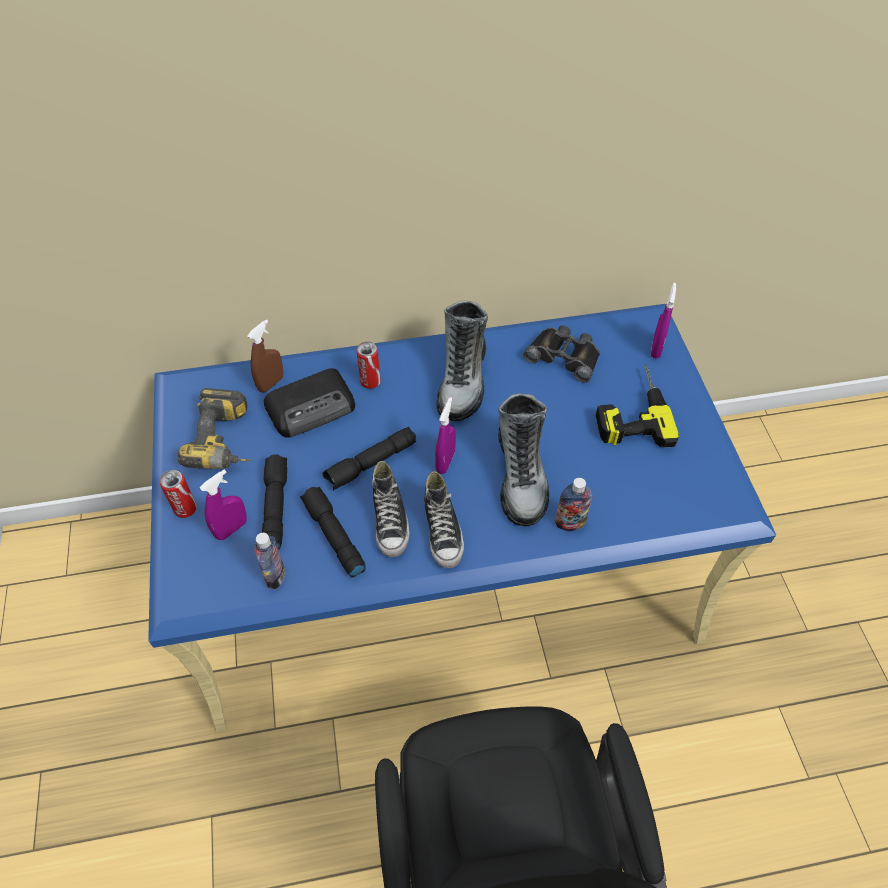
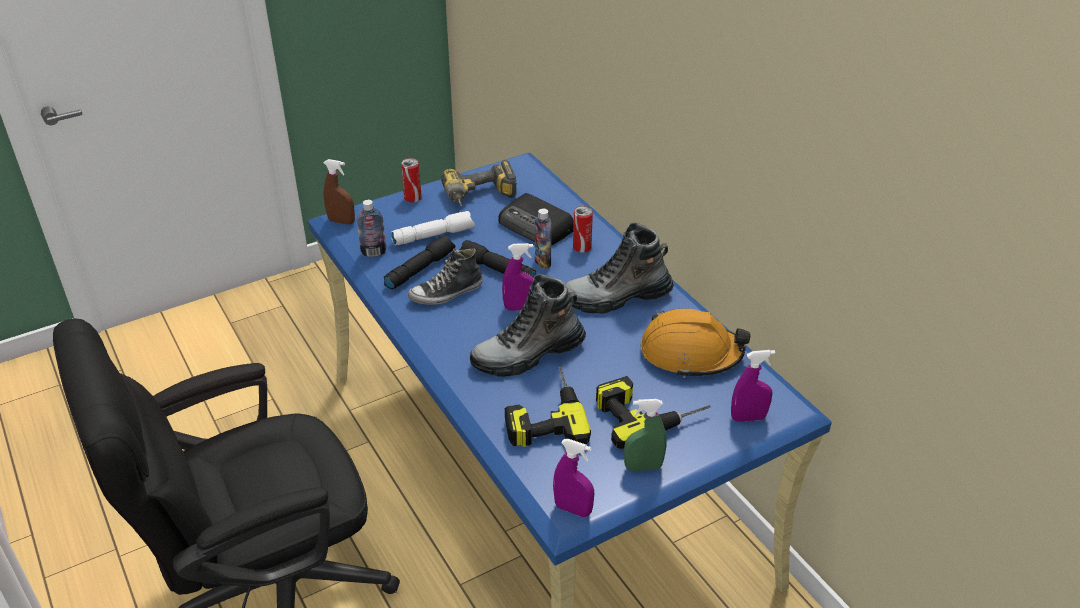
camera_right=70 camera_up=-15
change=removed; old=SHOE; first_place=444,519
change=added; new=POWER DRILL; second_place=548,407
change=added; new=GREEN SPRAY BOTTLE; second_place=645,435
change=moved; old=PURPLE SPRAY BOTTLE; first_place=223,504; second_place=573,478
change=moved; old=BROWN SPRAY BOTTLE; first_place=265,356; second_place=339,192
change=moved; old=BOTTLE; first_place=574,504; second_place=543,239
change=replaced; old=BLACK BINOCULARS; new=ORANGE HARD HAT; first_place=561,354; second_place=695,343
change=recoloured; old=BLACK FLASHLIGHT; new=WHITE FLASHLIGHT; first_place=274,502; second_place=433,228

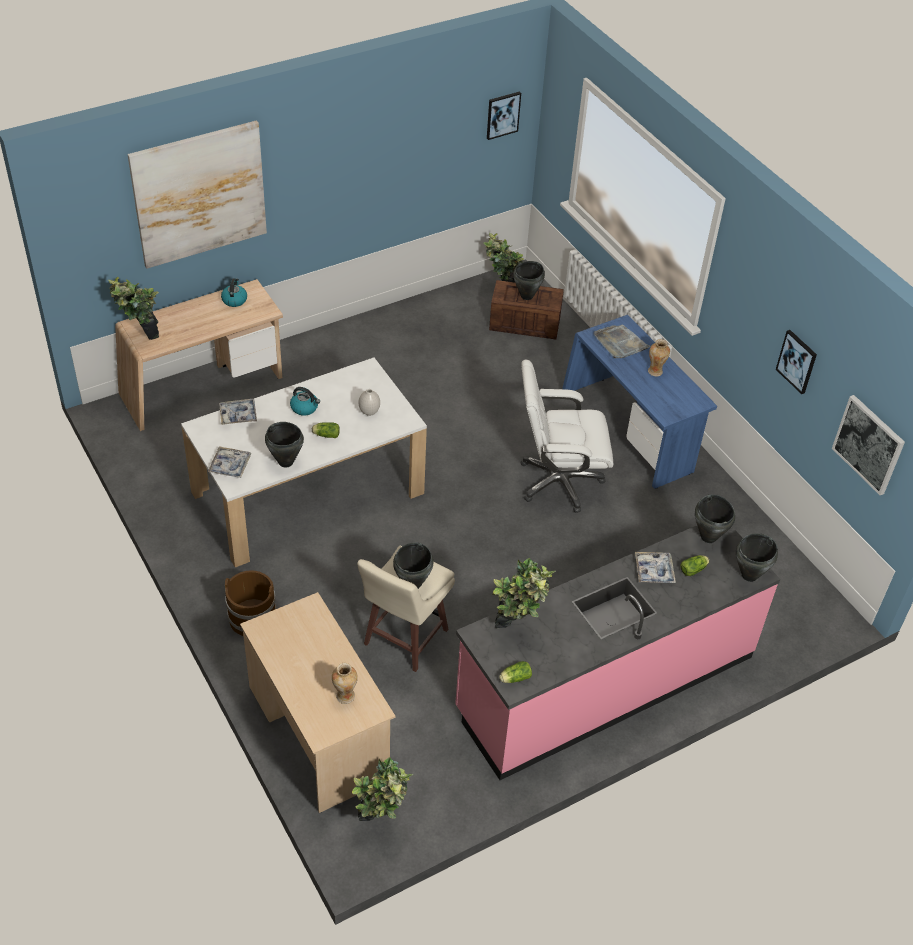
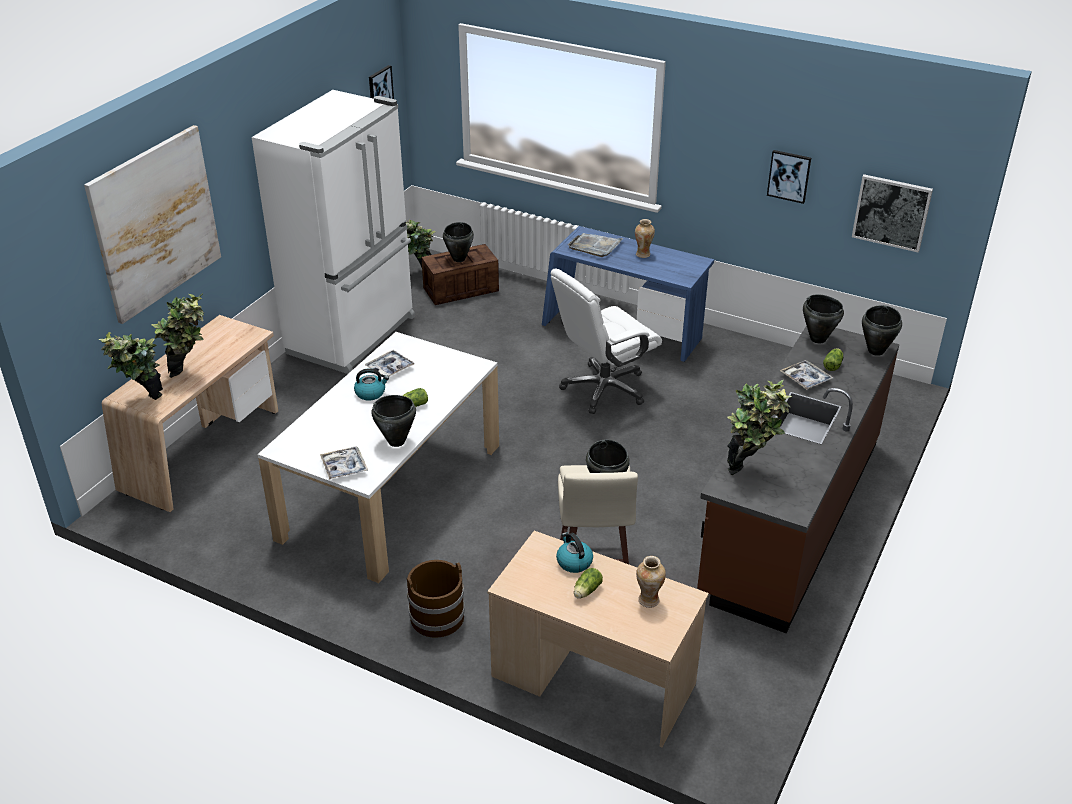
camera_right=-30 camera_up=-10
change=removed; old=WHITE VASE; first_place=369,402
change=added; new=WHITE FRIDGE; second_place=333,232
change=moved; old=TRAY; first_place=238,412; second_place=389,363
change=moved; old=KETTLE; first_place=234,292; second_place=574,552
change=moved; old=POTTED PLANT; first_place=382,789; second_place=177,335
change=moved; old=LETTUCE; first_place=515,672; second_place=588,583
change=recoloured; old=PINK COUNTER; new=BROWN COUNTER; first_place=617,652; second_place=798,479

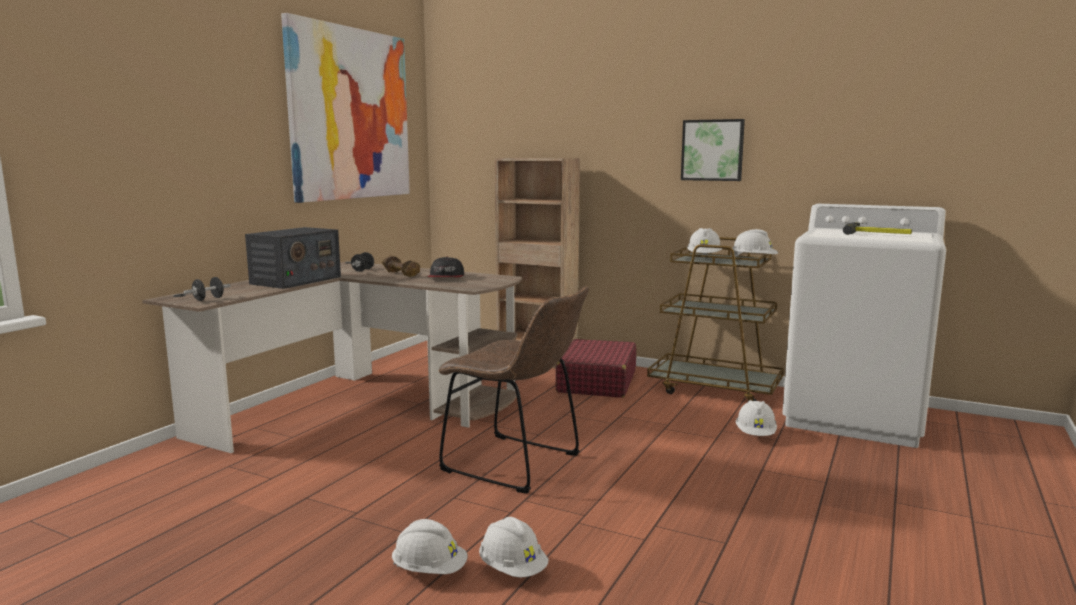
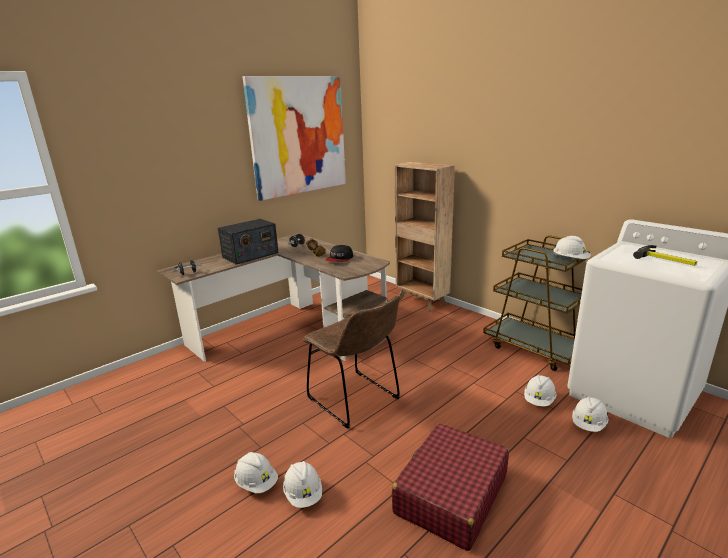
camera_right=20 camera_up=10
change=removed; old=PICTURE; first_place=713,150
change=moved; old=RED SUITCASE; first_place=595,368; second_place=450,487
change=moved; old=WHITE HARD HAT; first_place=704,241; second_place=590,414

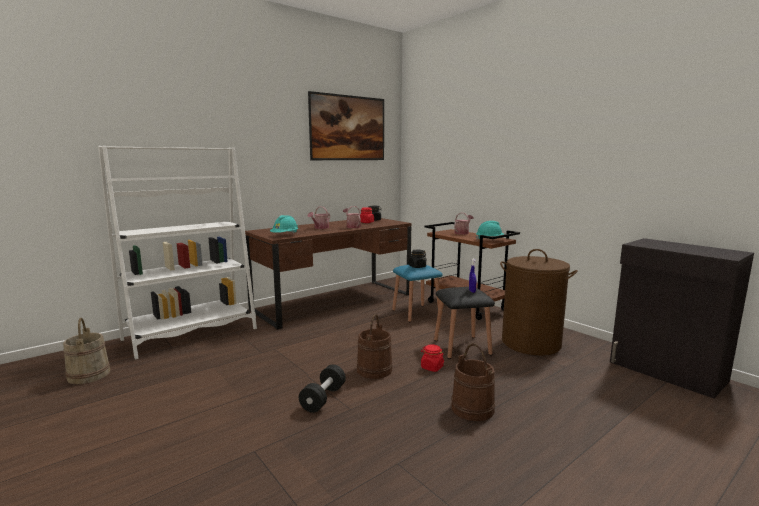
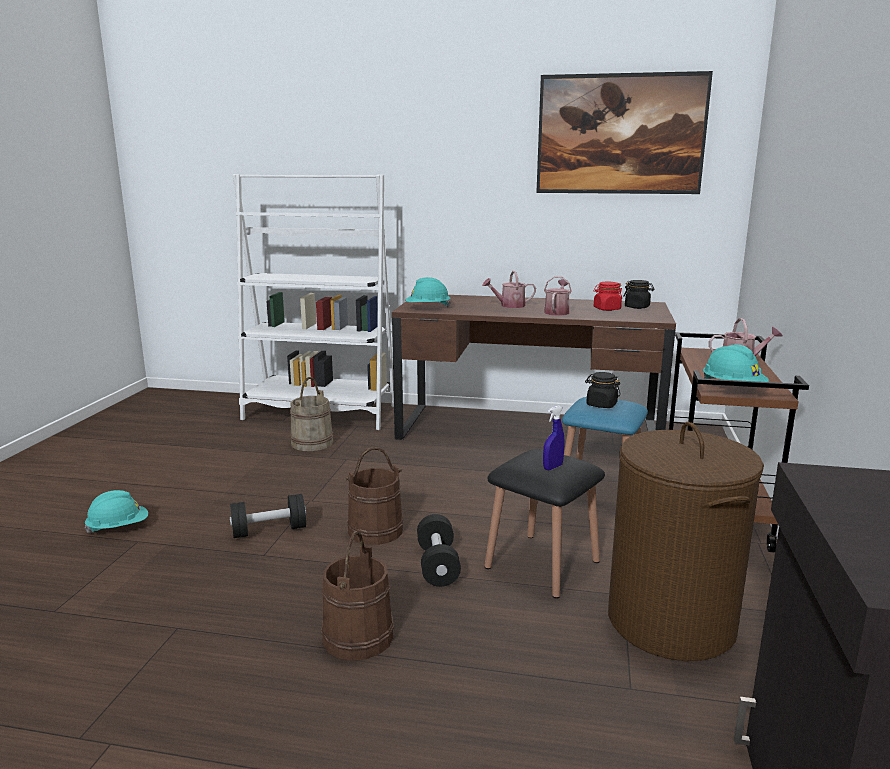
camera_right=50 camera_up=5
change=added; new=TURQUOISE HARD HAT; second_place=116,511
change=moved; old=BEIGE BUCKET; first_place=86,351; second_place=312,414
change=replaced; old=RED JAR; new=BLACK DUMBBELL; first_place=432,358; second_place=439,550

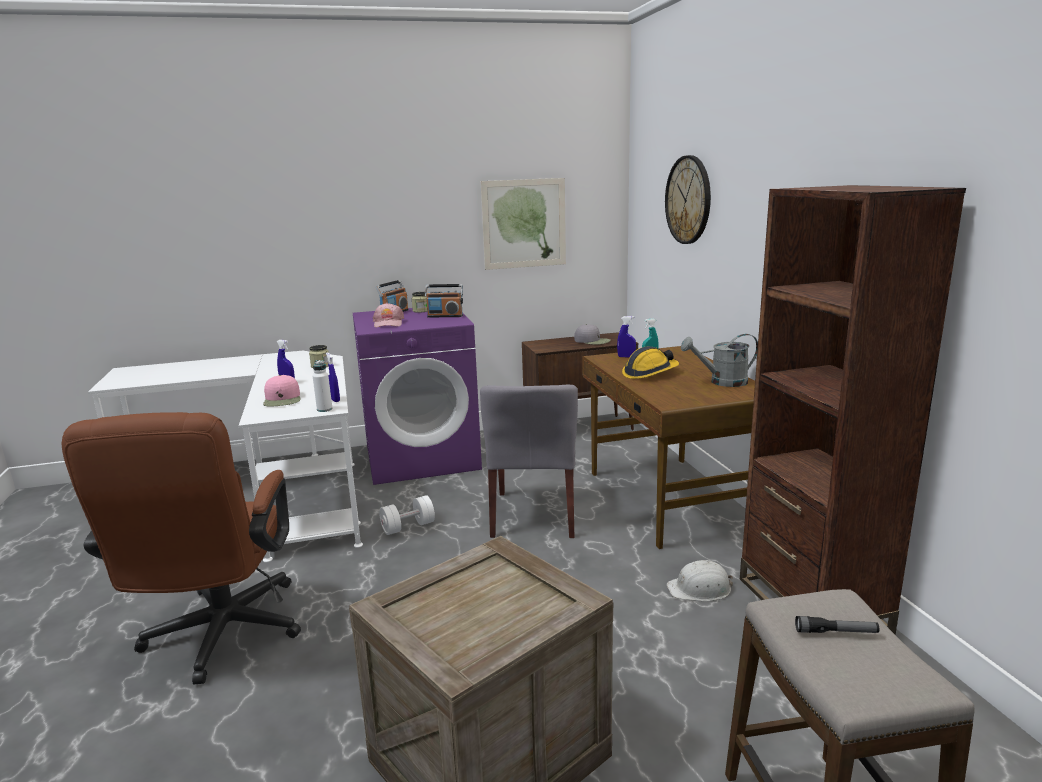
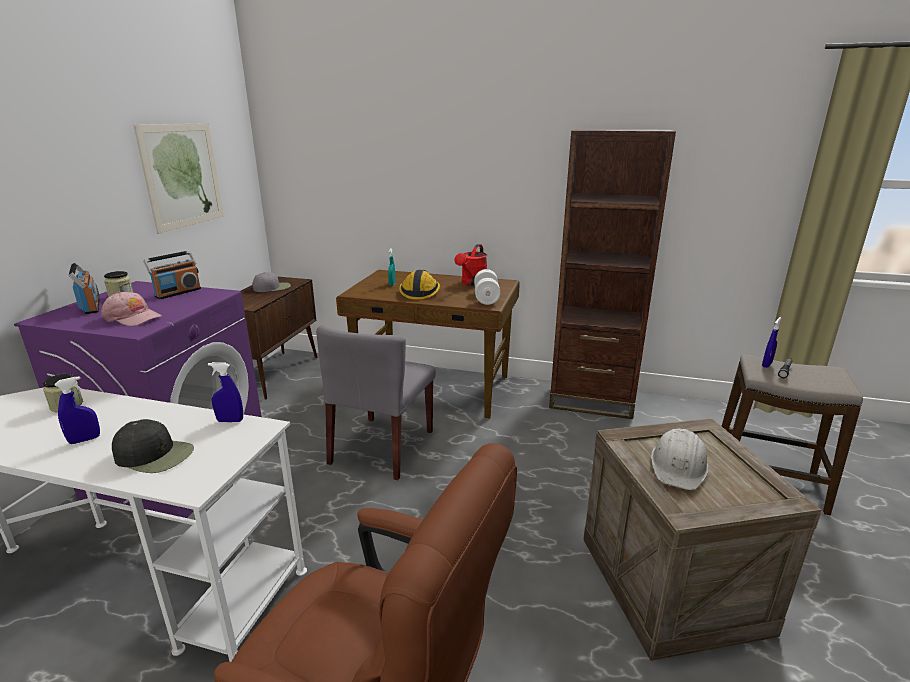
camera_right=-60 camera_up=5
change=removed; old=WHITE BOTTLE; first_place=323,386
change=removed; old=WALL CLOCK; first_place=688,199
change=moved; old=WHITE DUMBBELL; first_place=407,515; second_place=487,287
change=moved; old=BLUE SPRAY BOTTLE; first_place=626,336; second_place=771,342
change=moved; old=WHITE HARD HAT; first_place=700,580; second_place=680,459
change=recoloured; old=PINK CAP; new=BLACK CAP; first_place=281,391; second_place=153,446
change=recoloured; old=GREY WATERING CAN; new=RED WATERING CAN; first_place=719,360; second_place=470,265
change=turned; old=GREY CHAIR; first_place=529,461; second_place=376,402; degrees=75

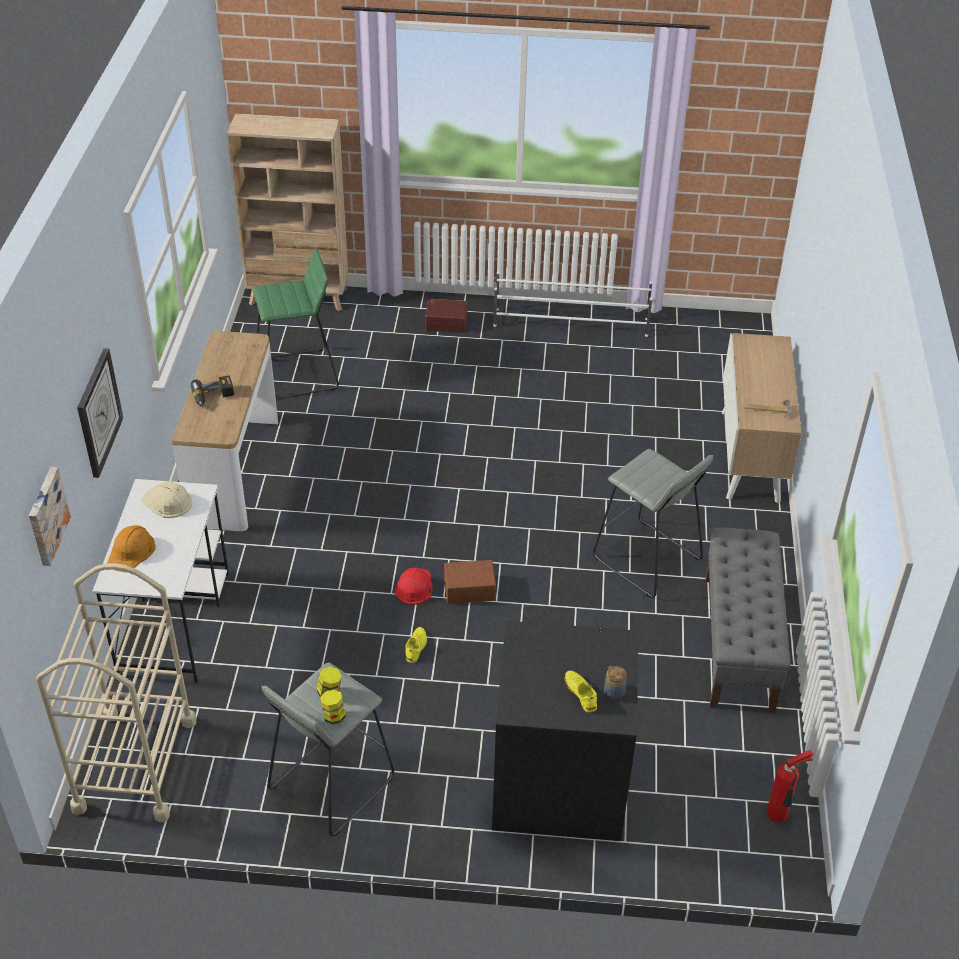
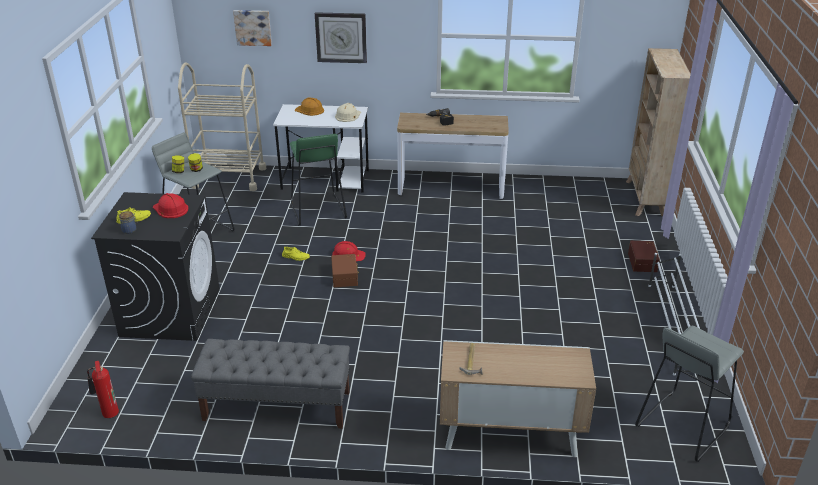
camera_right=90 camera_up=-10
change=added; new=RED HARD HAT; second_place=171,205
change=moved; old=GREEN STOOL; first_place=295,323; second_place=318,179
change=moved; old=GREY STOOL; first_place=653,523; second_place=689,394

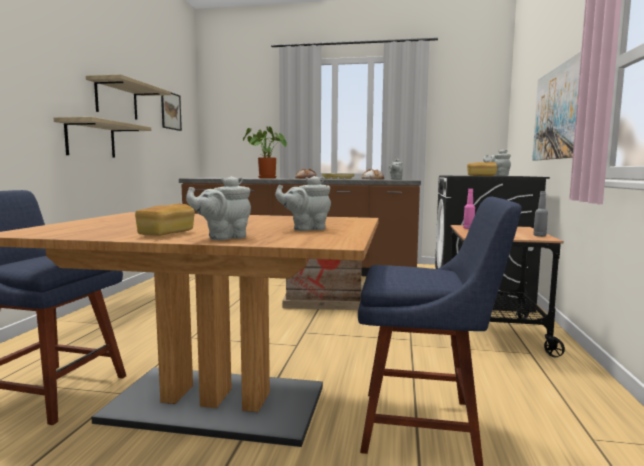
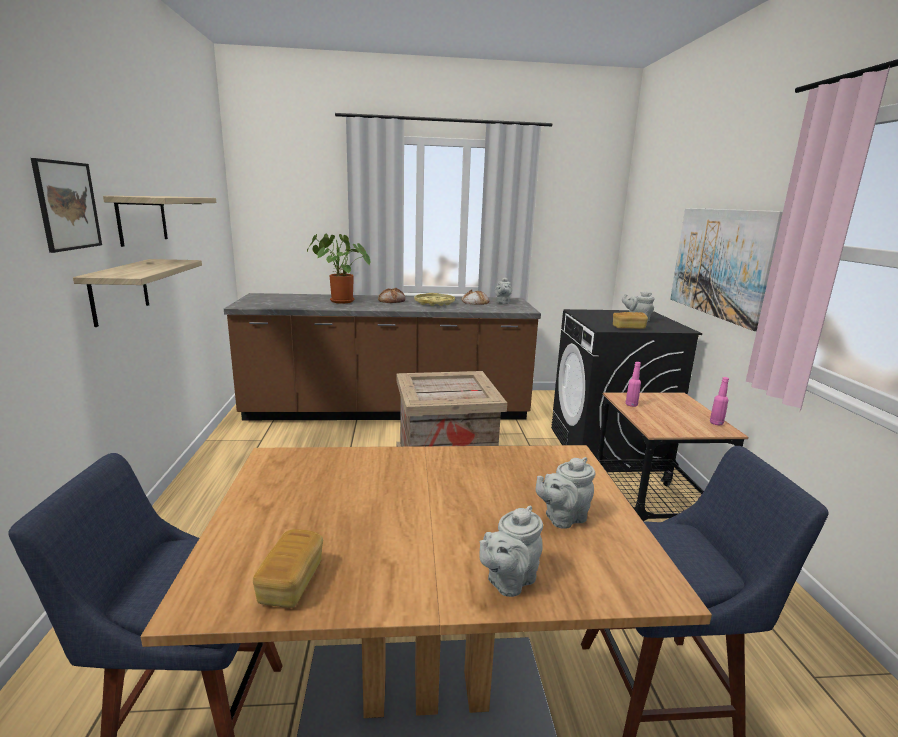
camera_right=-15 camera_up=10
change=moved; old=BREAD; first_place=165,220; second_place=288,568
change=moved; old=PICTURE; first_place=171,112; second_place=66,205
change=recoloured; old=GREY BOTTLE; new=PINK BOTTLE; first_place=540,214; second_place=719,401

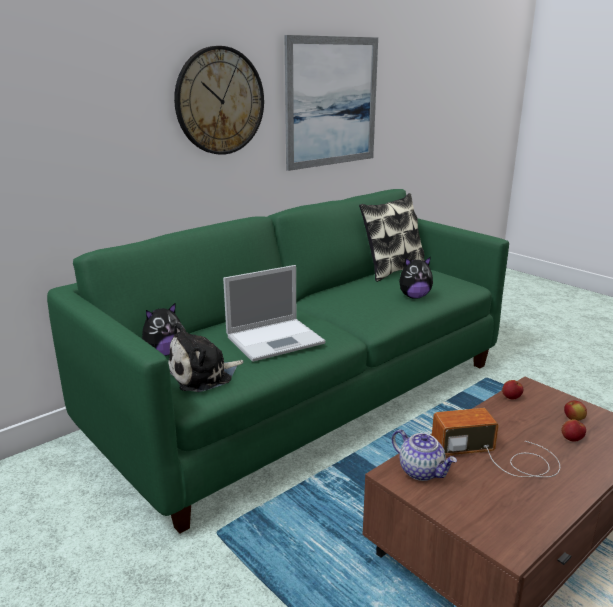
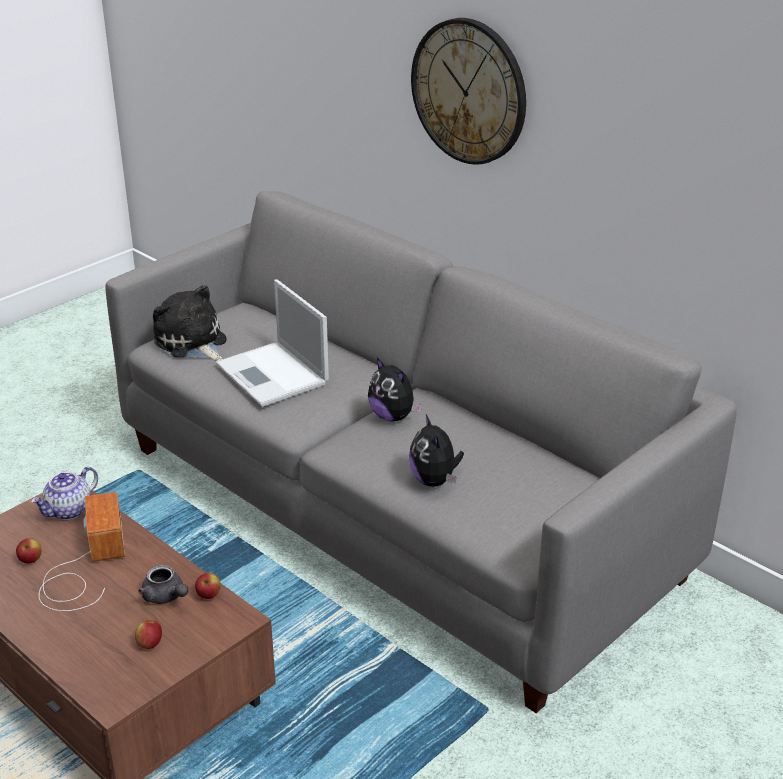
camera_right=85 camera_up=10
change=removed; old=PICTURE; first_place=331,103
change=removed; old=PILLOW; first_place=392,237
change=added; new=GREY TEAPOT; second_place=163,584
change=moved; old=PLUSH TOY; first_place=161,329; second_place=395,389
change=moved; old=APPLE; first_place=574,430; second_place=29,551
change=recoloured; old=GREEN SOFA; new=GREY SOFA; first_place=278,361; second_place=421,452

